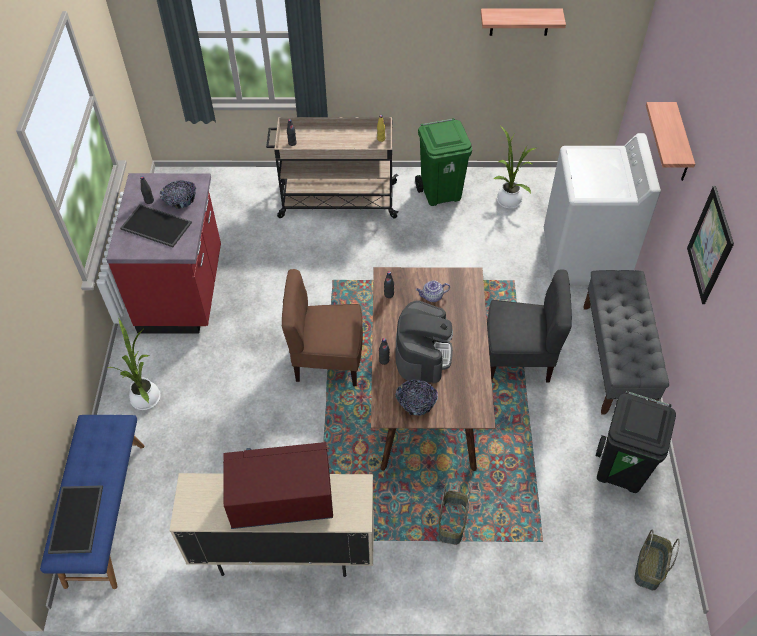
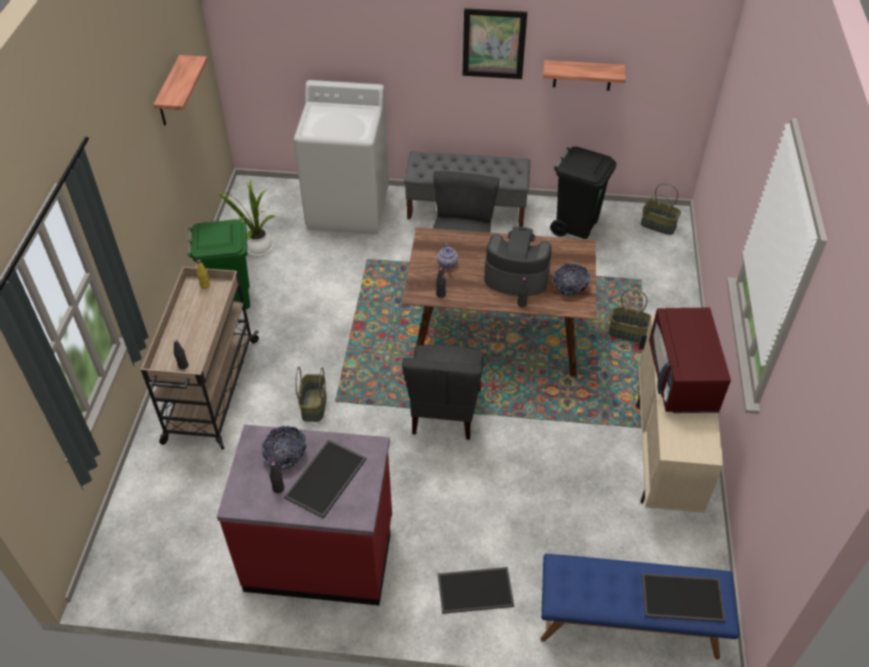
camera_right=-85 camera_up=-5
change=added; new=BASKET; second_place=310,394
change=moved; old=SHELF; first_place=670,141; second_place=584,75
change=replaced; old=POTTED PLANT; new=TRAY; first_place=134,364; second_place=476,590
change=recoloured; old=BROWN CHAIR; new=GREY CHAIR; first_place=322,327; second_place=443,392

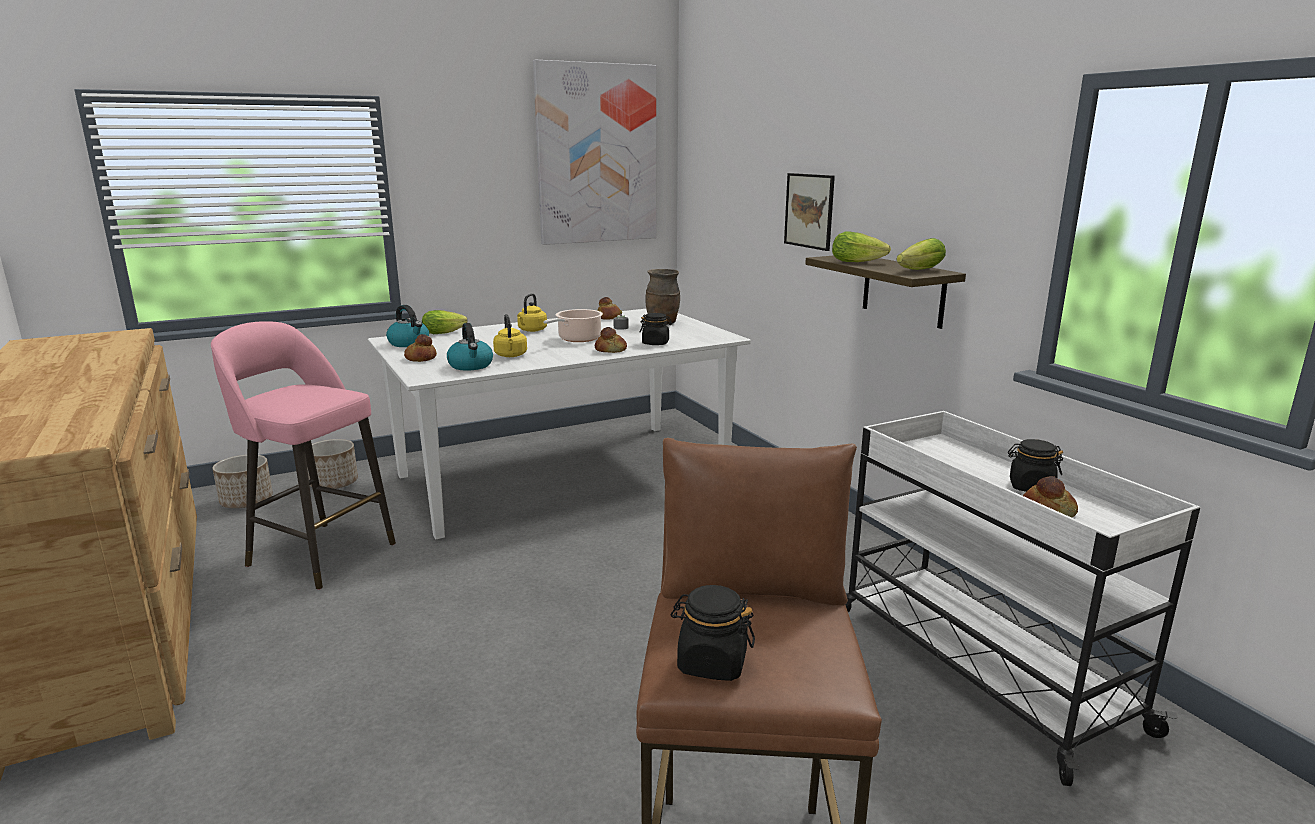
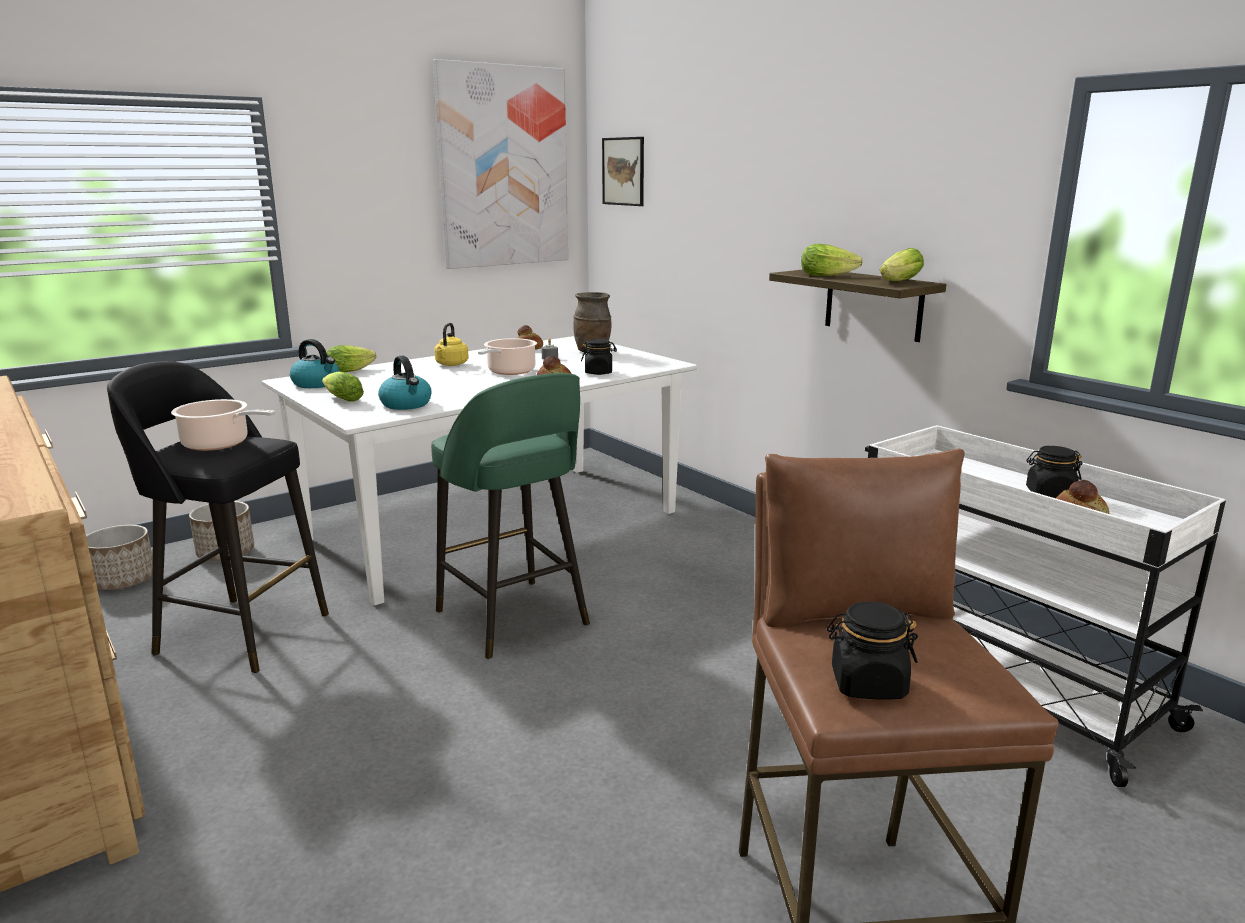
camera_right=-10 camera_up=0
change=removed; old=YELLOW KETTLE; first_place=510,335
change=added; new=COOKING POT; second_place=223,425
change=added; new=GREEN STOOL; second_place=510,516
change=moved; old=PICTURE; first_place=809,212; second_place=623,171
change=replaced; old=BREAD; new=LETTUCE; first_place=420,348; second_place=343,387
change=recoloured; old=PINK STOOL; new=BLACK STOOL; first_place=303,455; second_place=218,517

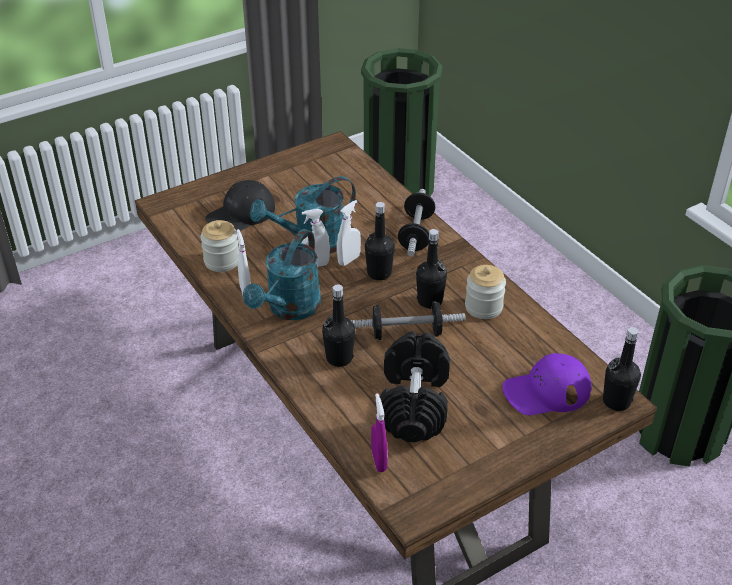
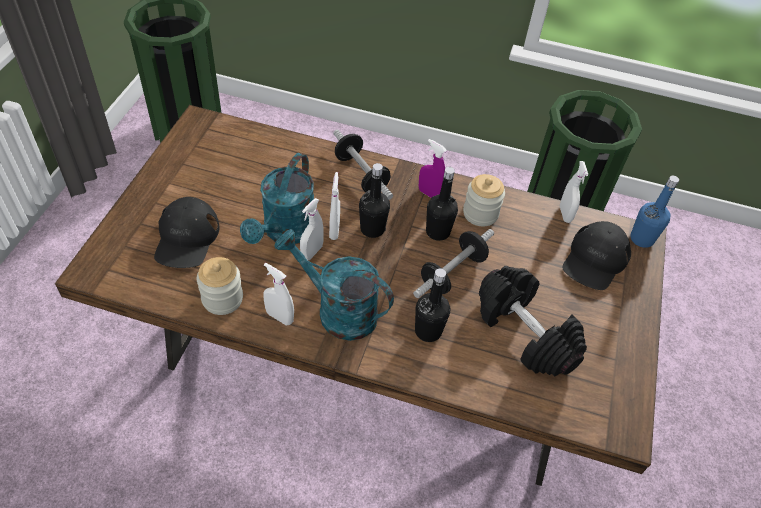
camera_right=-45 camera_up=10
change=added; new=WHITE SPRAY BOTTLE; second_place=574,192
change=moved; old=PURPLE SPRAY BOTTLE; first_place=379,432; second_place=433,168
change=recoloured; old=PURPLE CAP; new=BLACK CAP; first_place=546,384; second_place=597,255
change=recoloured; old=BLACK BOTTLE; new=BLUE BOTTLE; first_place=622,369; second_place=654,212
change=turned; old=TURQUOISE WATERING CAN; first_place=282,274; second_place=334,285; degrees=135

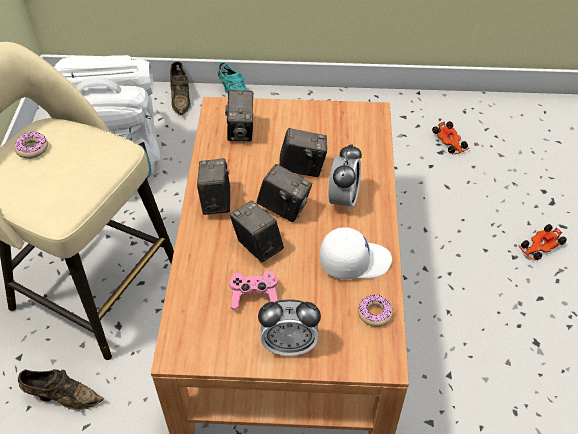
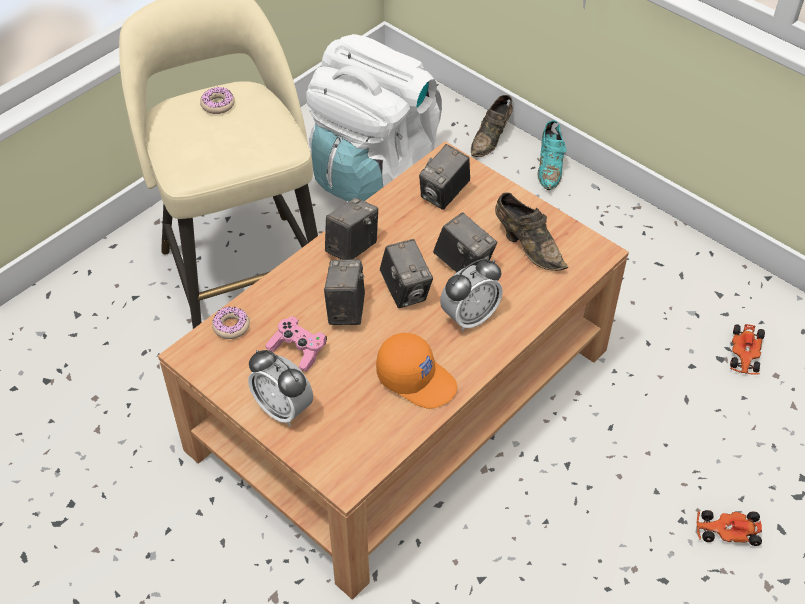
camera_right=40 camera_up=0
change=moved; old=BROWN SHOE; first_place=61,389; second_place=531,231
change=moved; old=DONUT; first_place=375,311; second_place=231,322
change=recoloured; old=WHITE CAP; new=ORANGE CAP; first_place=356,253; second_place=416,371

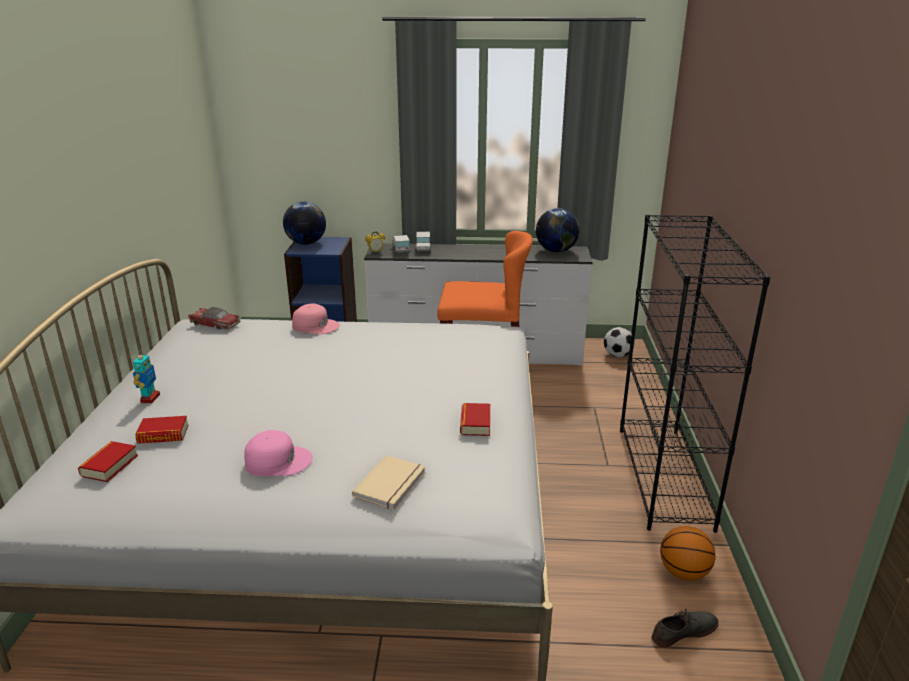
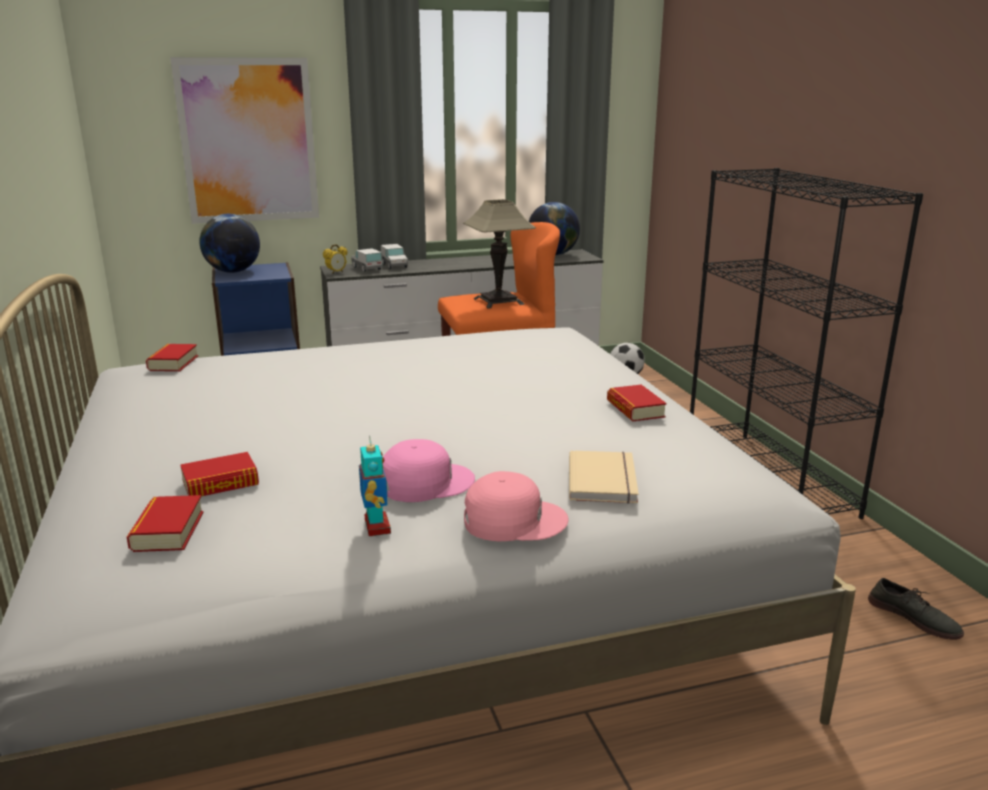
camera_right=-20 camera_up=-5
change=removed; old=BASKETBALL; first_place=688,553
change=added; new=PICTURE; second_place=244,140
change=added; new=TABLE LAMP; second_place=499,254
change=moved; old=TOY ROBOT; first_place=146,377; second_place=375,486
change=moved; old=PINK CAP; first_place=316,319; second_place=516,506
change=replaced; old=TOY CAR; new=BOOK; first_place=214,318; second_place=172,357
change=turned; old=GREY SHOE; first_place=685,627; second_place=916,609; degrees=90

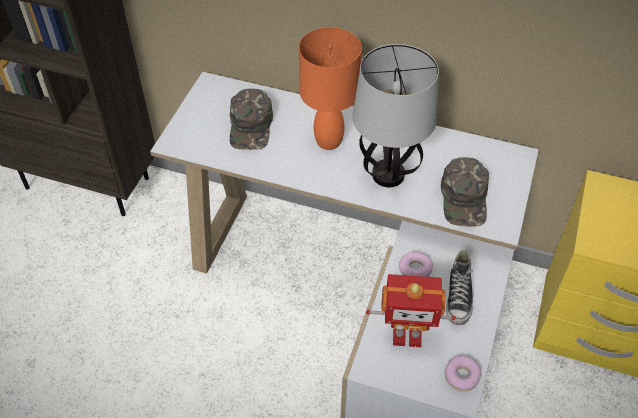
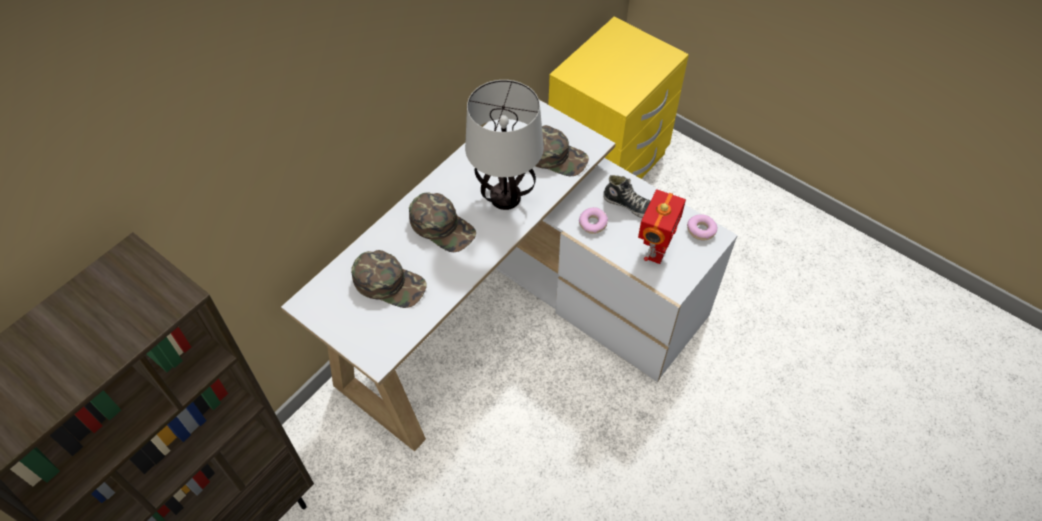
camera_right=-70 camera_up=5
change=replaced; old=ORANGE TABLE LAMP; new=GREEN CAP; first_place=330,88; second_place=442,222

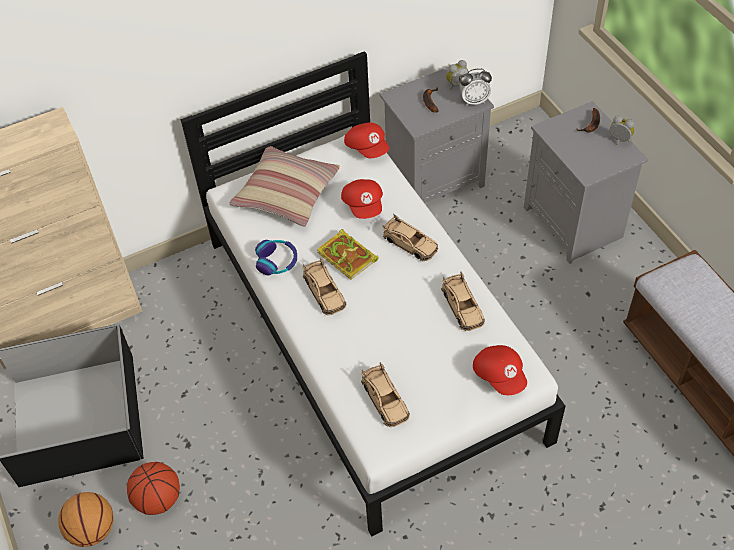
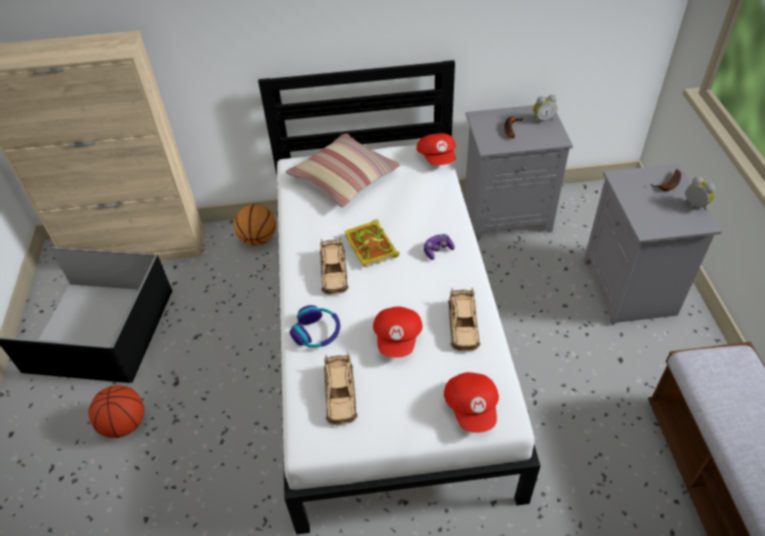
camera_right=20 camera_up=-5
change=removed; old=ALARM CLOCK; first_place=475,87
change=moved; old=BASKETBALL; first_place=86,519; second_place=255,225
change=moved; old=HEADPHONES; first_place=276,257; second_place=315,326
change=moved; old=RED CAP; first_place=362,199; second_place=397,332
change=replaced; old=BEIGE TOY CAR; new=GAME CONTROLLER; first_place=410,237; second_place=439,247

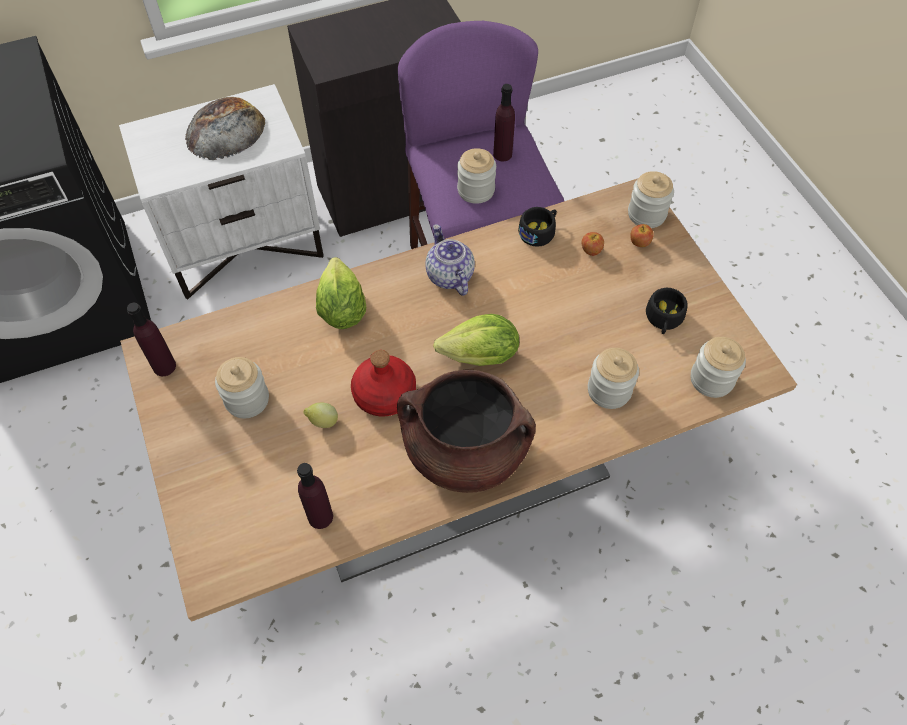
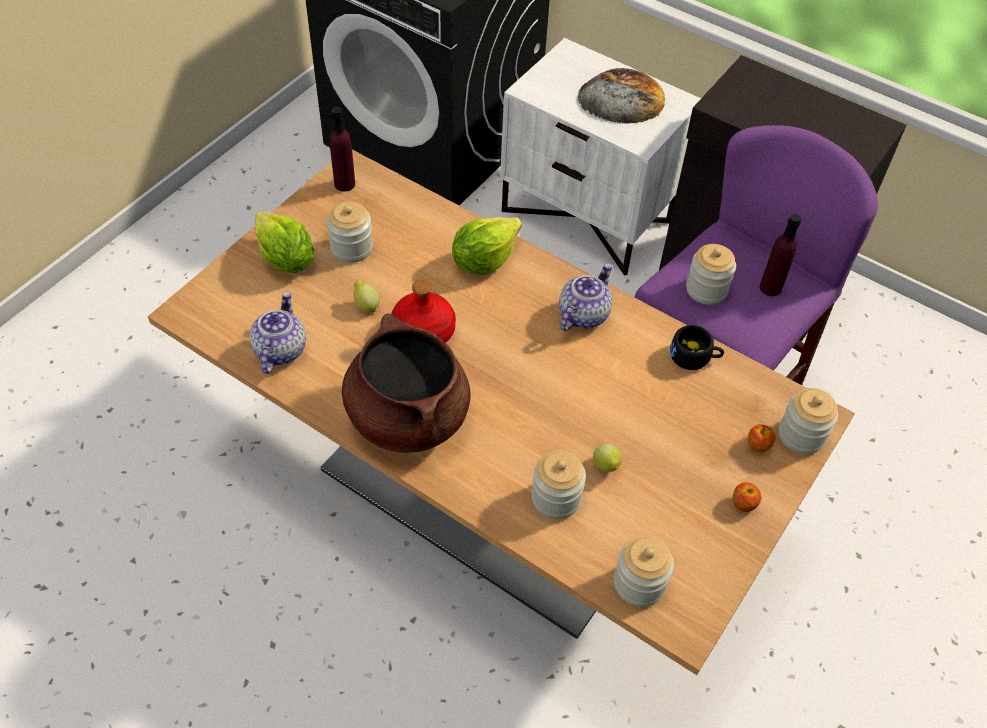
camera_right=55 camera_up=-5
change=removed; old=BLACK CUP; first_place=667,311
change=added; new=LEMON; second_place=607,458
change=moved; old=LETTUCE; first_place=476,340; second_place=284,242
change=moved; old=APPLE; first_place=593,244; second_place=747,497
change=replaced; old=PURPLE BOTTLE; new=TEAPOT; first_place=315,496; second_place=278,332

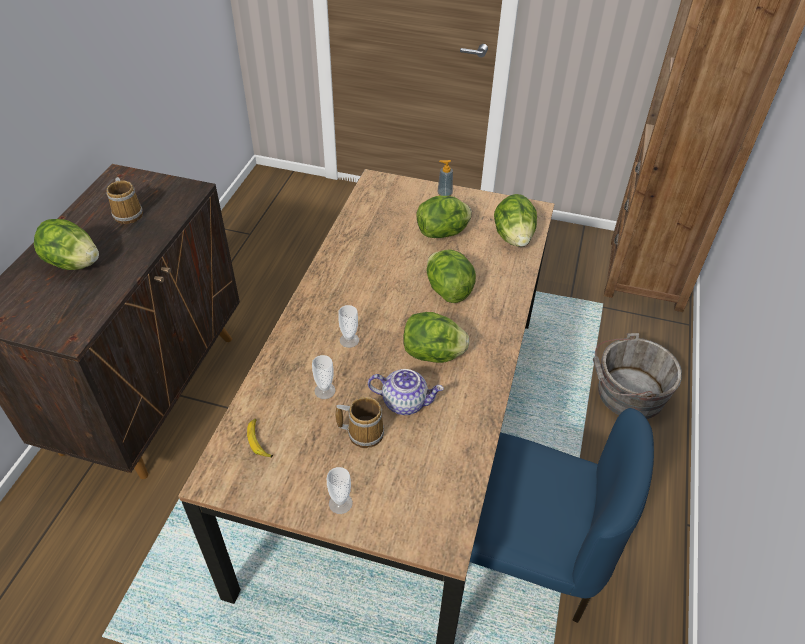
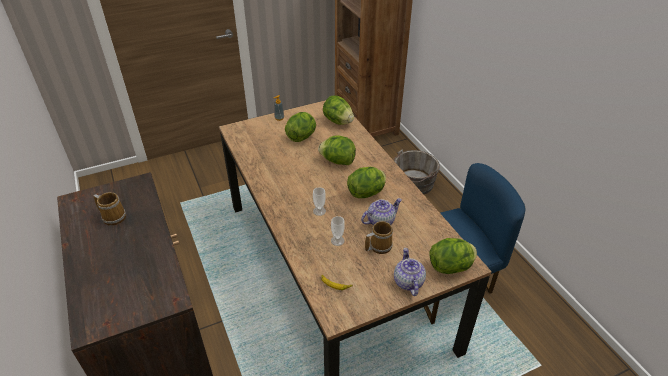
camera_right=-40 camera_up=-5
change=moved; old=LETTUCE; first_place=66,244; second_place=453,256
change=replaced; old=CUP; new=TEAPOT; first_place=340,490; second_place=410,272

